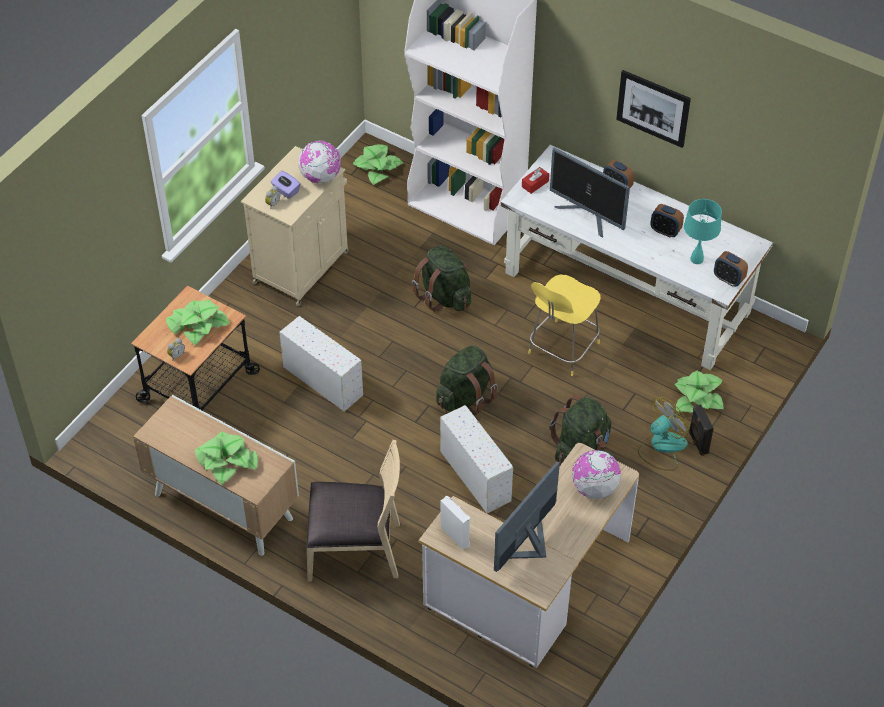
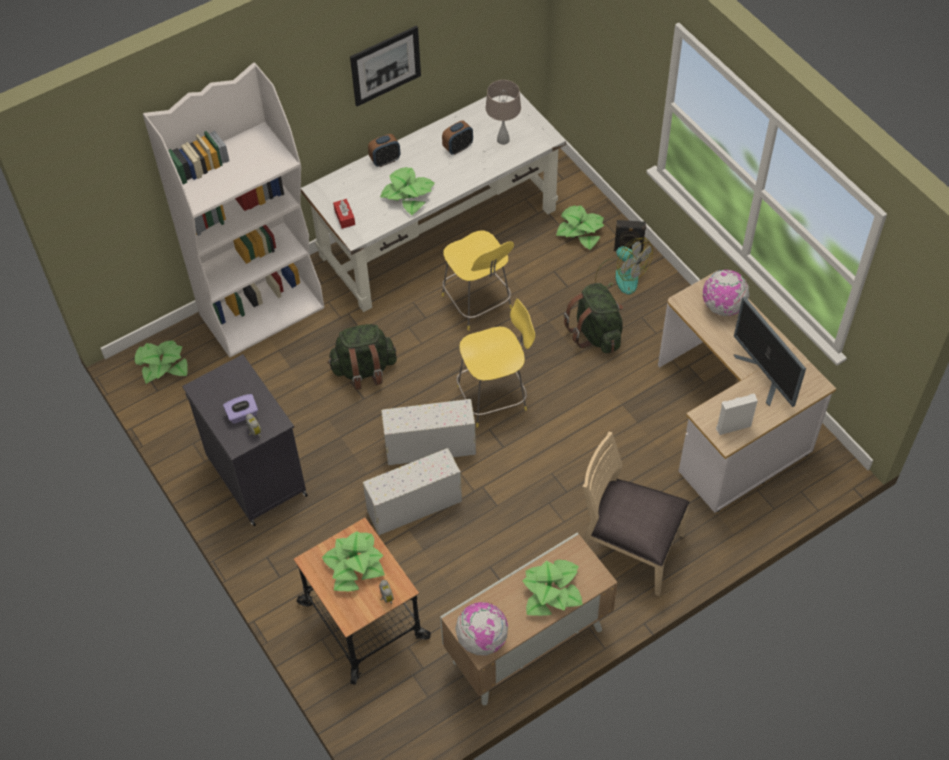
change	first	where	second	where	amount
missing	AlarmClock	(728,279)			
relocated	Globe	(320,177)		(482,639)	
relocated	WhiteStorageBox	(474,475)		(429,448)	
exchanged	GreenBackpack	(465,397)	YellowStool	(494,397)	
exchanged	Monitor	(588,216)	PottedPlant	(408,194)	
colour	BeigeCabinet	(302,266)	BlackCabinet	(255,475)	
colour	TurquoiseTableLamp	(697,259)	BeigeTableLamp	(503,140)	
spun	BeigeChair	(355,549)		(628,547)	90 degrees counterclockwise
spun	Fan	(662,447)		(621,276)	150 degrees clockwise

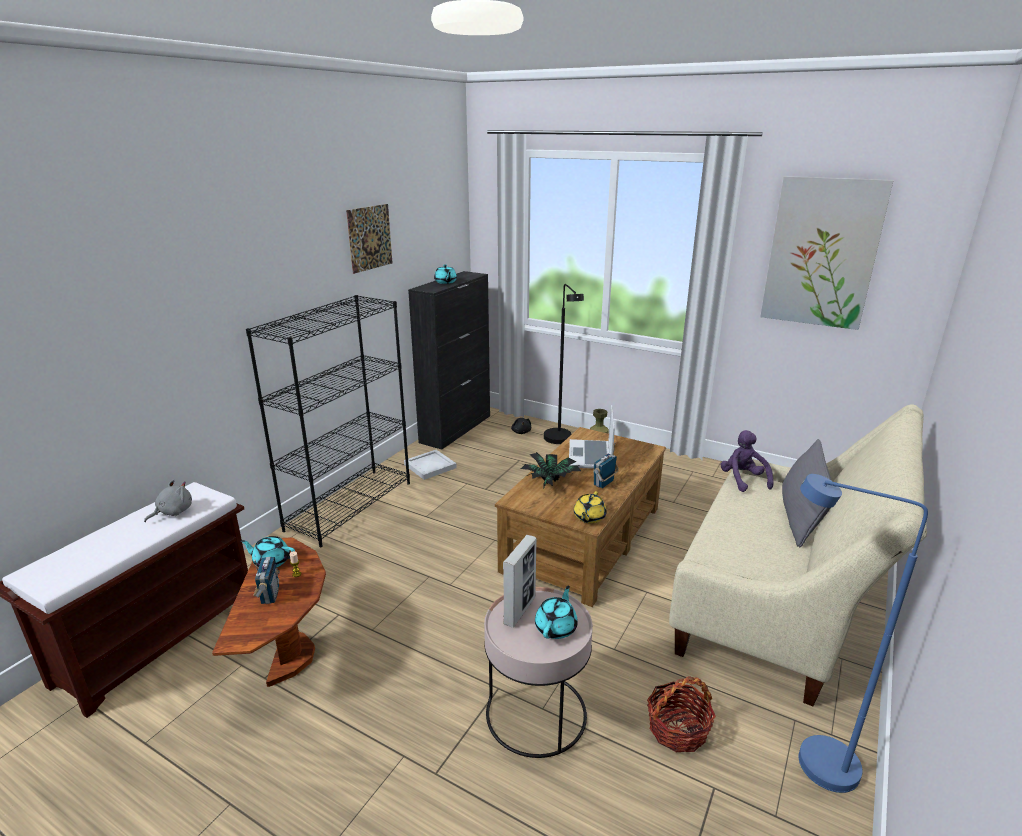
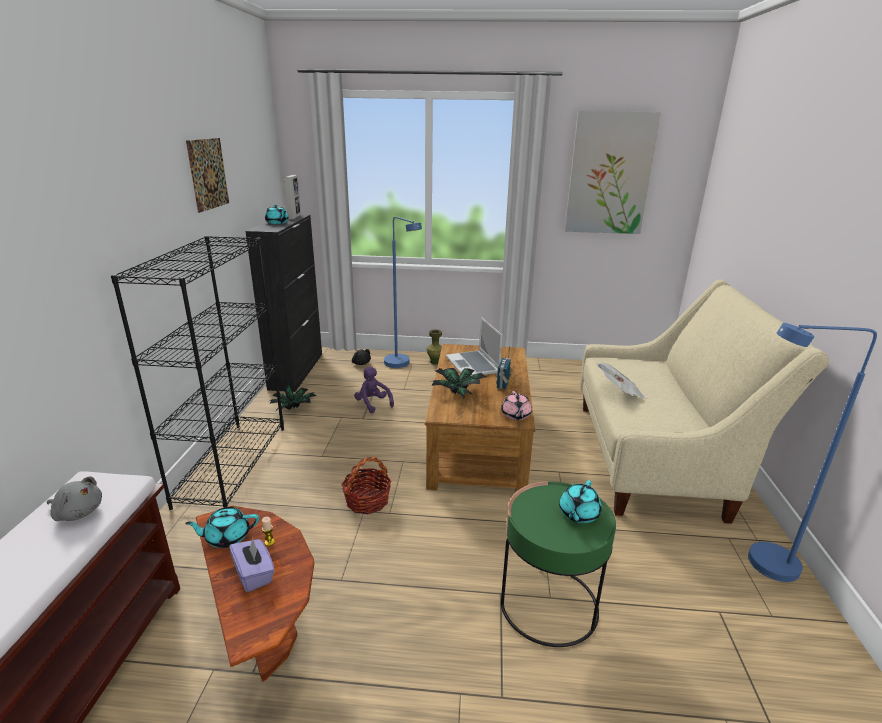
change	first	where	second	where	amount
missing	GreyPillow	(801,515)			
appeared			Newspaper	(619,393)	
relocated	PictureFrame	(519,610)		(294,217)	
relocated	Basket	(677,729)		(367,501)	
relocated	PurplePlushToy	(743,480)		(373,404)	
exchanged	Radio	(269,595)	PurpleTissueBox	(254,574)	
exchanged	WhiteTray	(430,466)	PottedPlant	(294,409)	
colour	PinkSideTable	(536,714)	GreenSideTable	(548,604)	
colour	BlackFloorLamp	(560,441)	BlueFloorLamp	(401,365)	
colour	YellowTeapot	(589,517)	PinkTeapot	(515,415)	
spun	GreyPlushToy	(173,512)		(78,512)	90 degrees clockwise
spun	TurquoiseTeapot	(556,627)		(578,514)	150 degrees counterclockwise

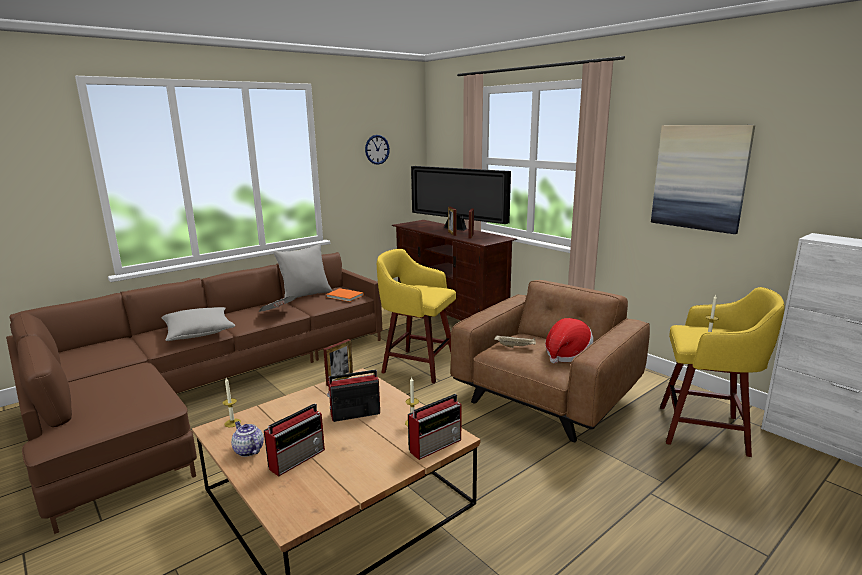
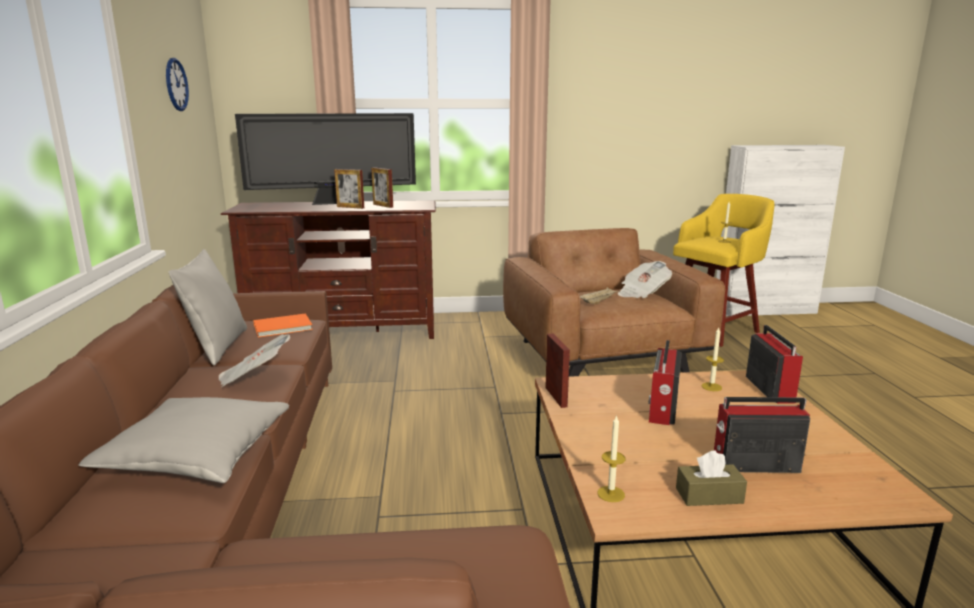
change	first	where	second	where	amount
missing	YellowStool	(417,365)			
missing	Picture	(700,177)			
exchanged	Teapot	(248,450)	BrownTissueBox	(709,495)	
exchanged	Hat	(566,354)	Newspaper	(642,293)	
spun	Radio	(298,458)		(754,465)	75 degrees counterclockwise

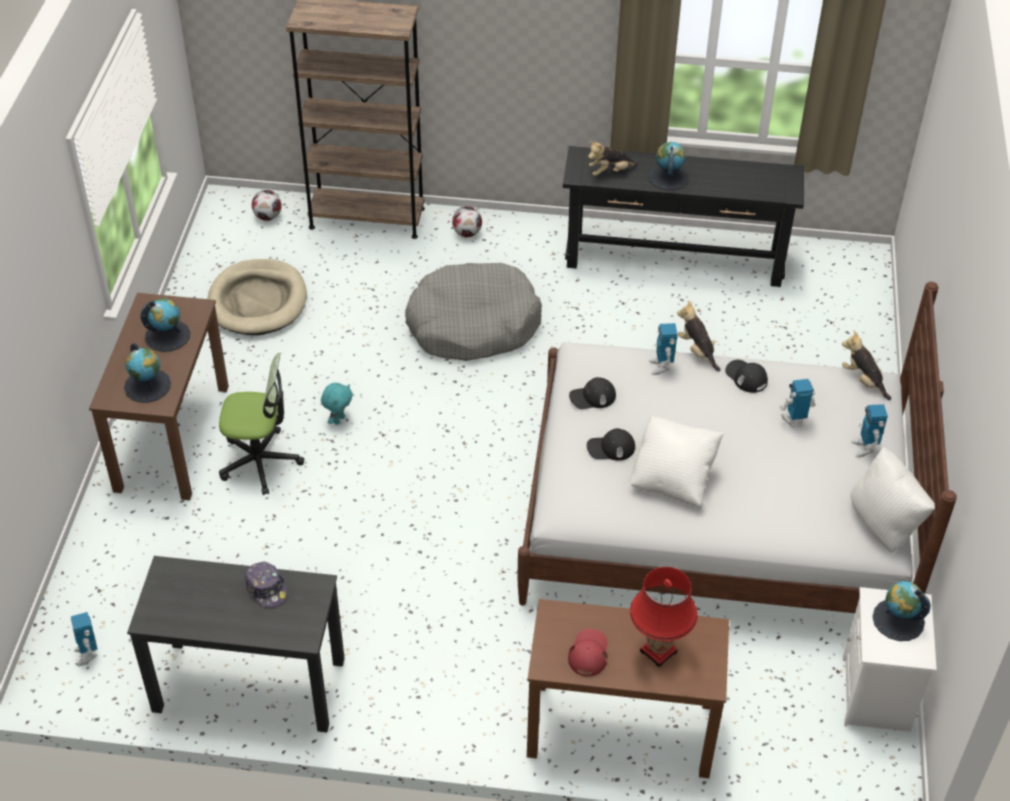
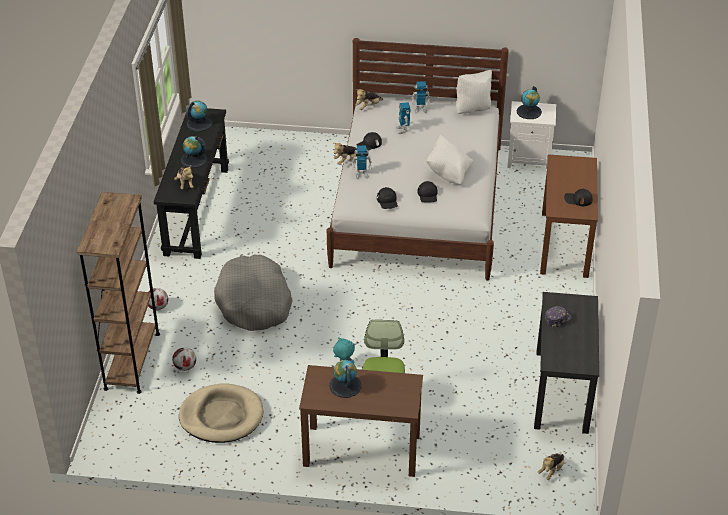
change	first	where	second	where	amount
missing	RedTableLamp	(658,651)			
relocated	Globe	(147,385)		(199,123)	
relocated	Football	(268,217)		(185,367)	
exchanged	ToyRobot	(87,654)	PlushToy	(551,470)	
colour	RedCap	(588,653)	BlackCap	(578,199)	

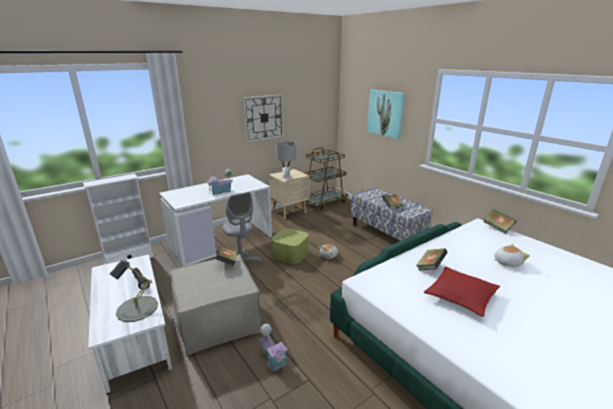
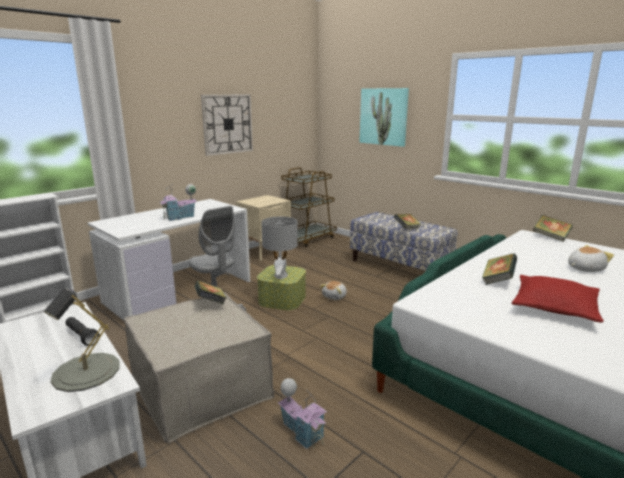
change	first	where	second	where	amount
relocated	GreyTableLamp	(286,177)		(280,276)	

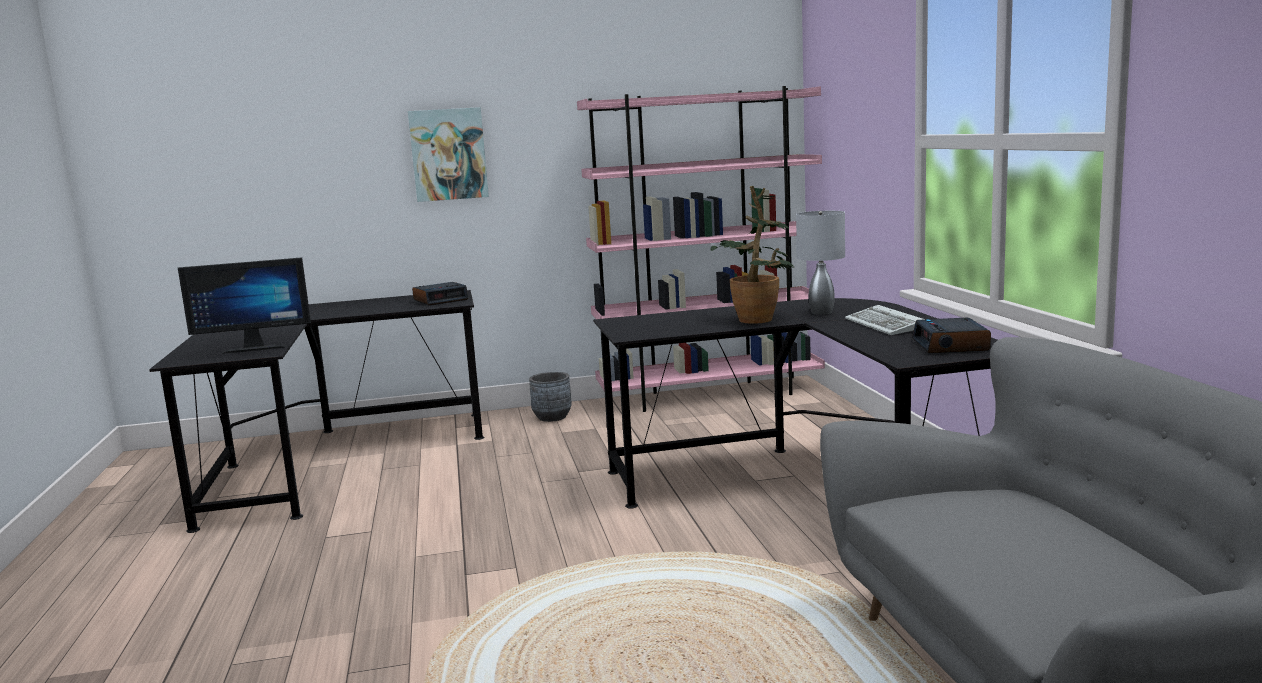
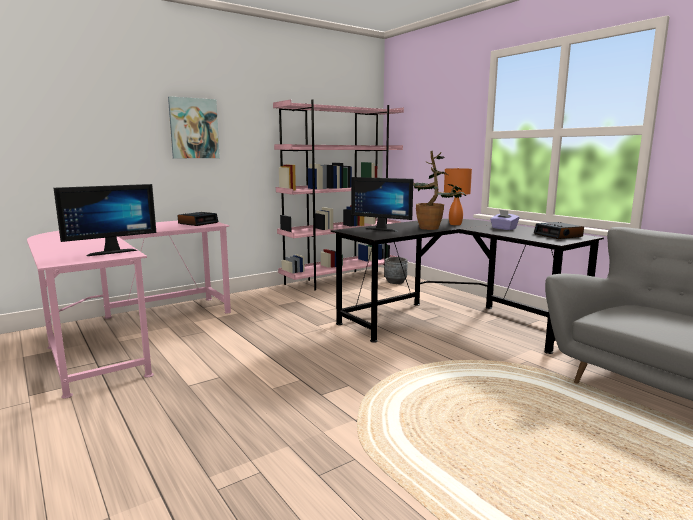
change	first	where	second	where	amount
appeared			Monitor	(383,229)	
relocated	GreyPlanter	(552,417)		(395,282)	
exchanged	Keyboard	(886,325)	PurpleTissueBox	(503,228)	
colour	BlackDesk	(328,458)	PinkDesk	(129,334)	
colour	GreyTableLamp	(820,312)	OrangeTableLamp	(455,224)	

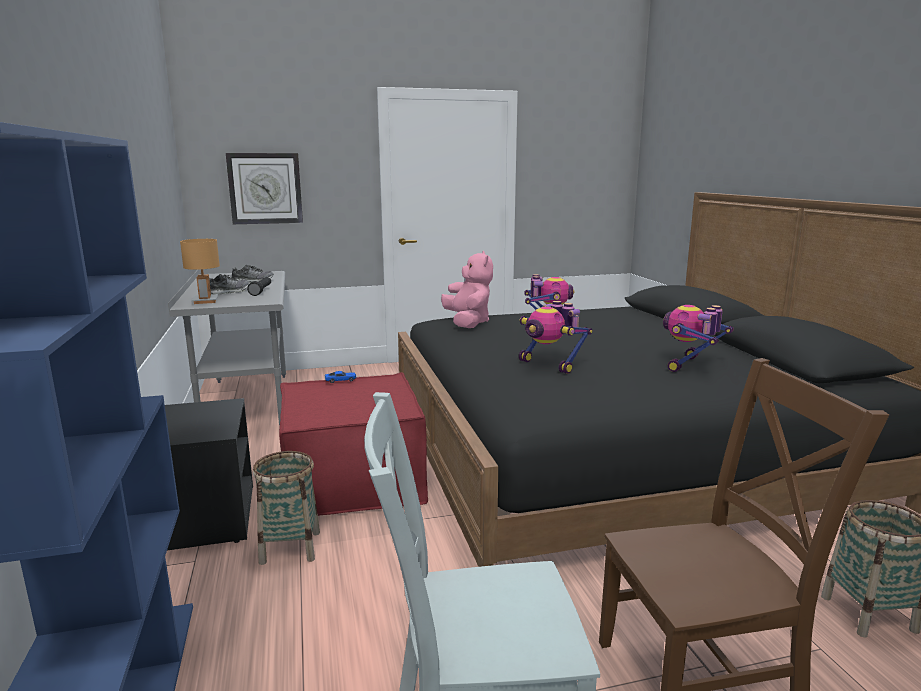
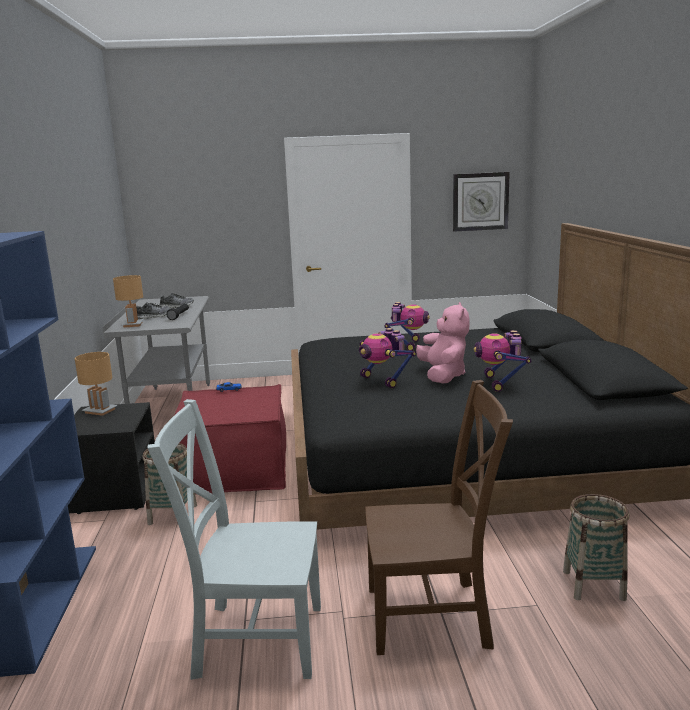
change	first	where	second	where	amount
appeared			BrownTableLamp	(100,411)	
relocated	WallClock	(265,188)		(480,201)	
relocated	PinkPlushToy	(468,323)		(443,376)	
spun	ToyRobot	(691,366)		(500,383)	45 degrees counterclockwise

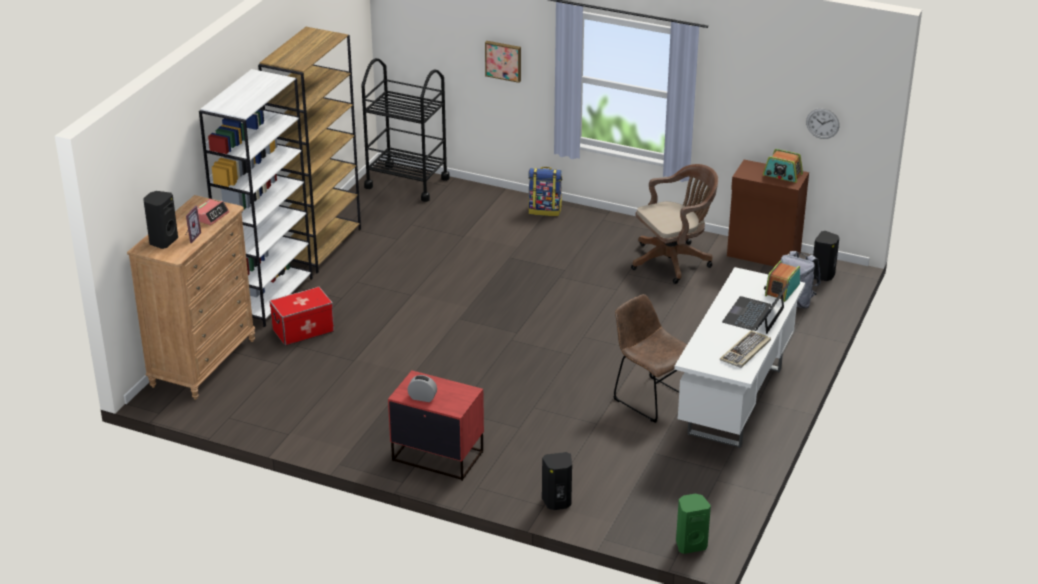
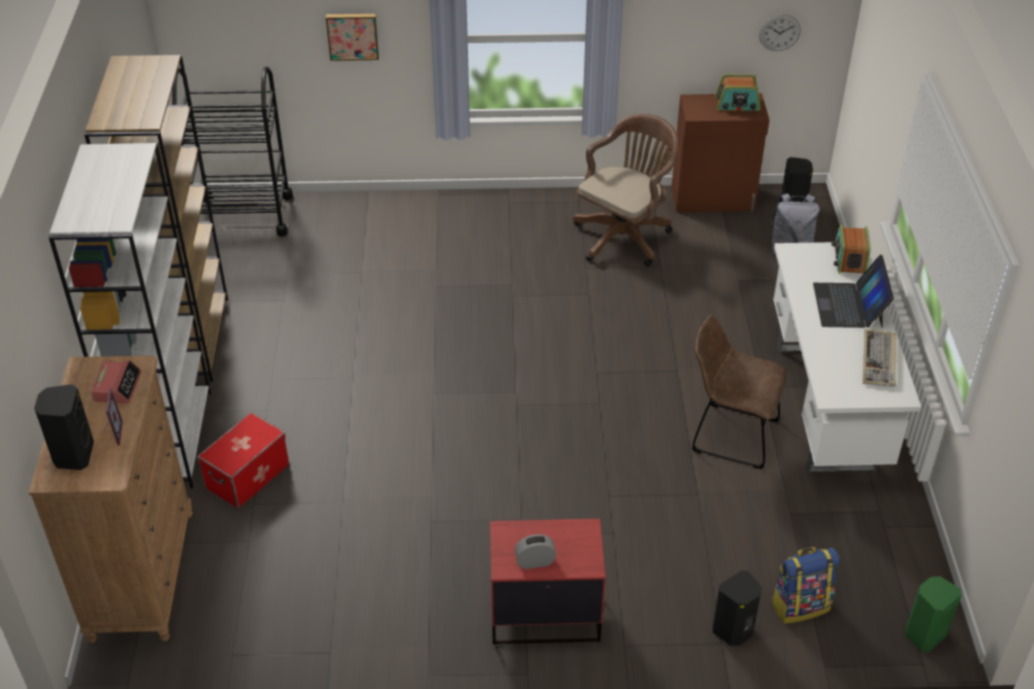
change	first	where	second	where	amount
relocated	Backpack	(545,210)		(800,605)	

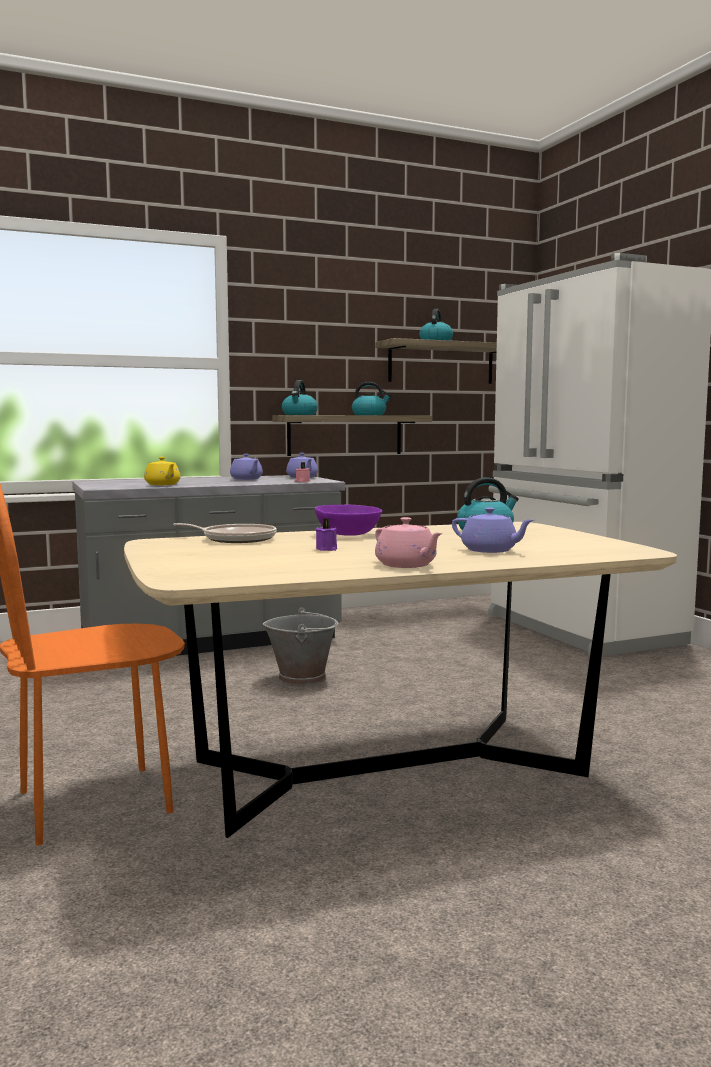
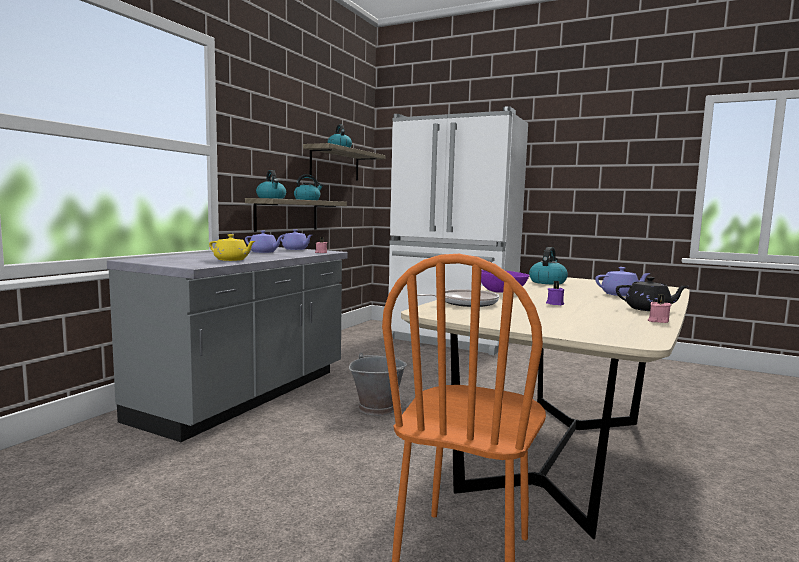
change	first	where	second	where	amount
appeared			PinkCandle	(657,321)	
colour	PinkTeapot	(406,565)	BlackTeapot	(649,309)	

